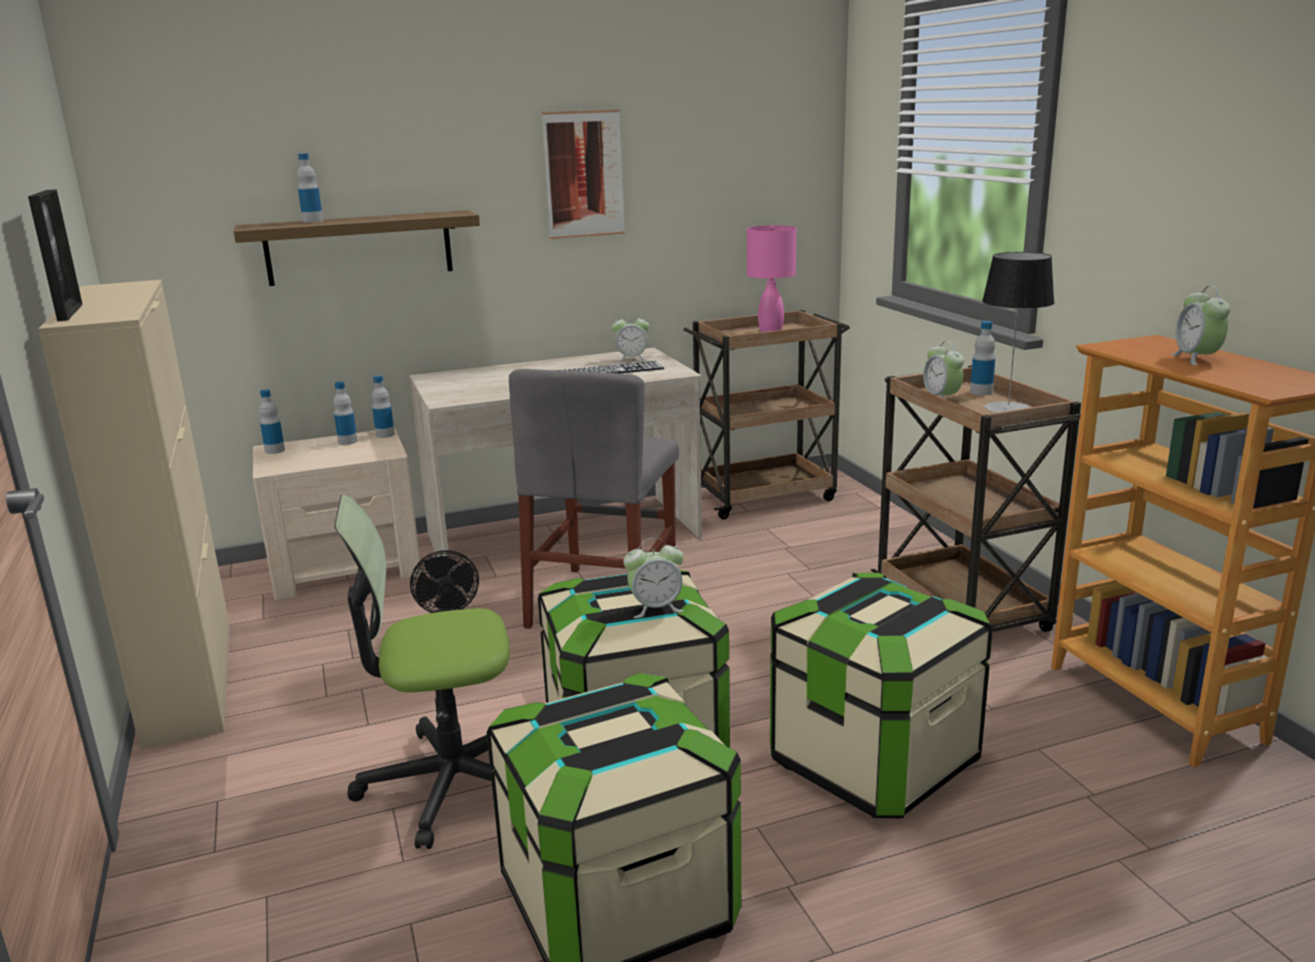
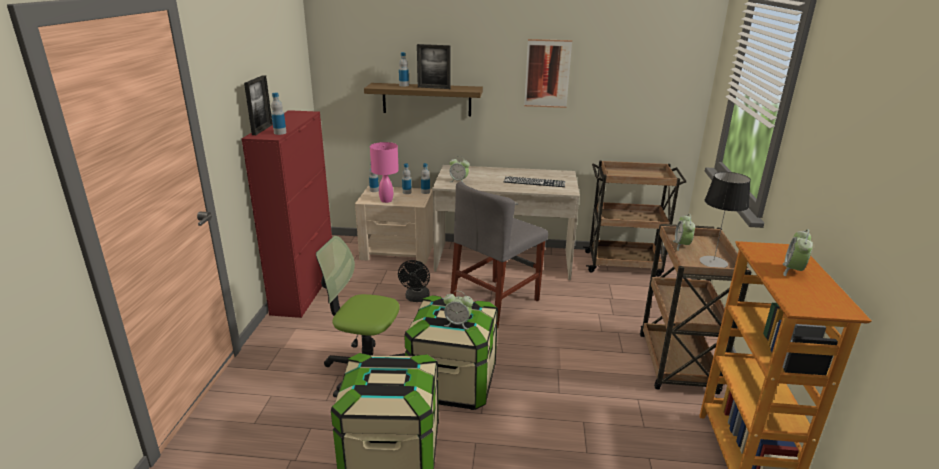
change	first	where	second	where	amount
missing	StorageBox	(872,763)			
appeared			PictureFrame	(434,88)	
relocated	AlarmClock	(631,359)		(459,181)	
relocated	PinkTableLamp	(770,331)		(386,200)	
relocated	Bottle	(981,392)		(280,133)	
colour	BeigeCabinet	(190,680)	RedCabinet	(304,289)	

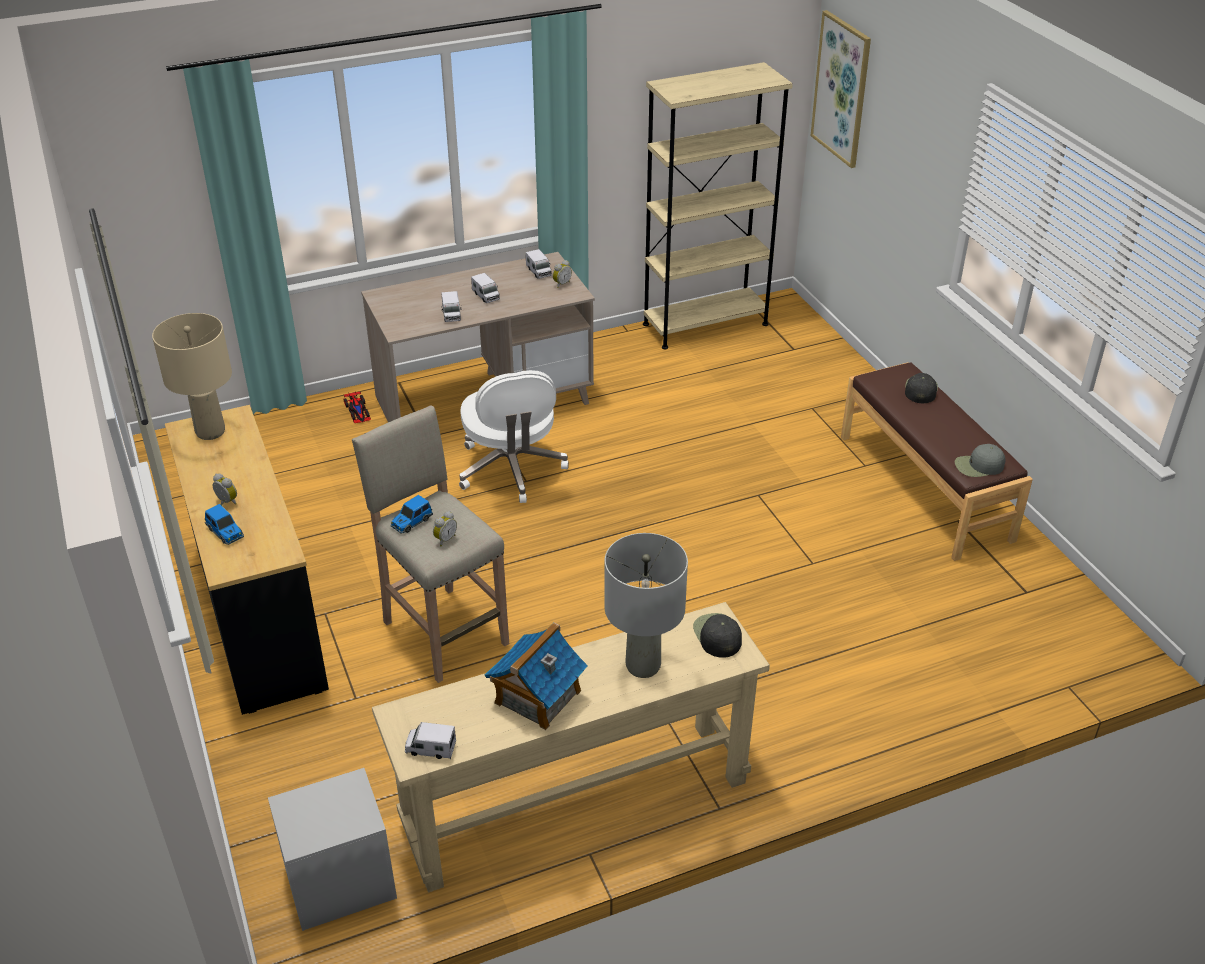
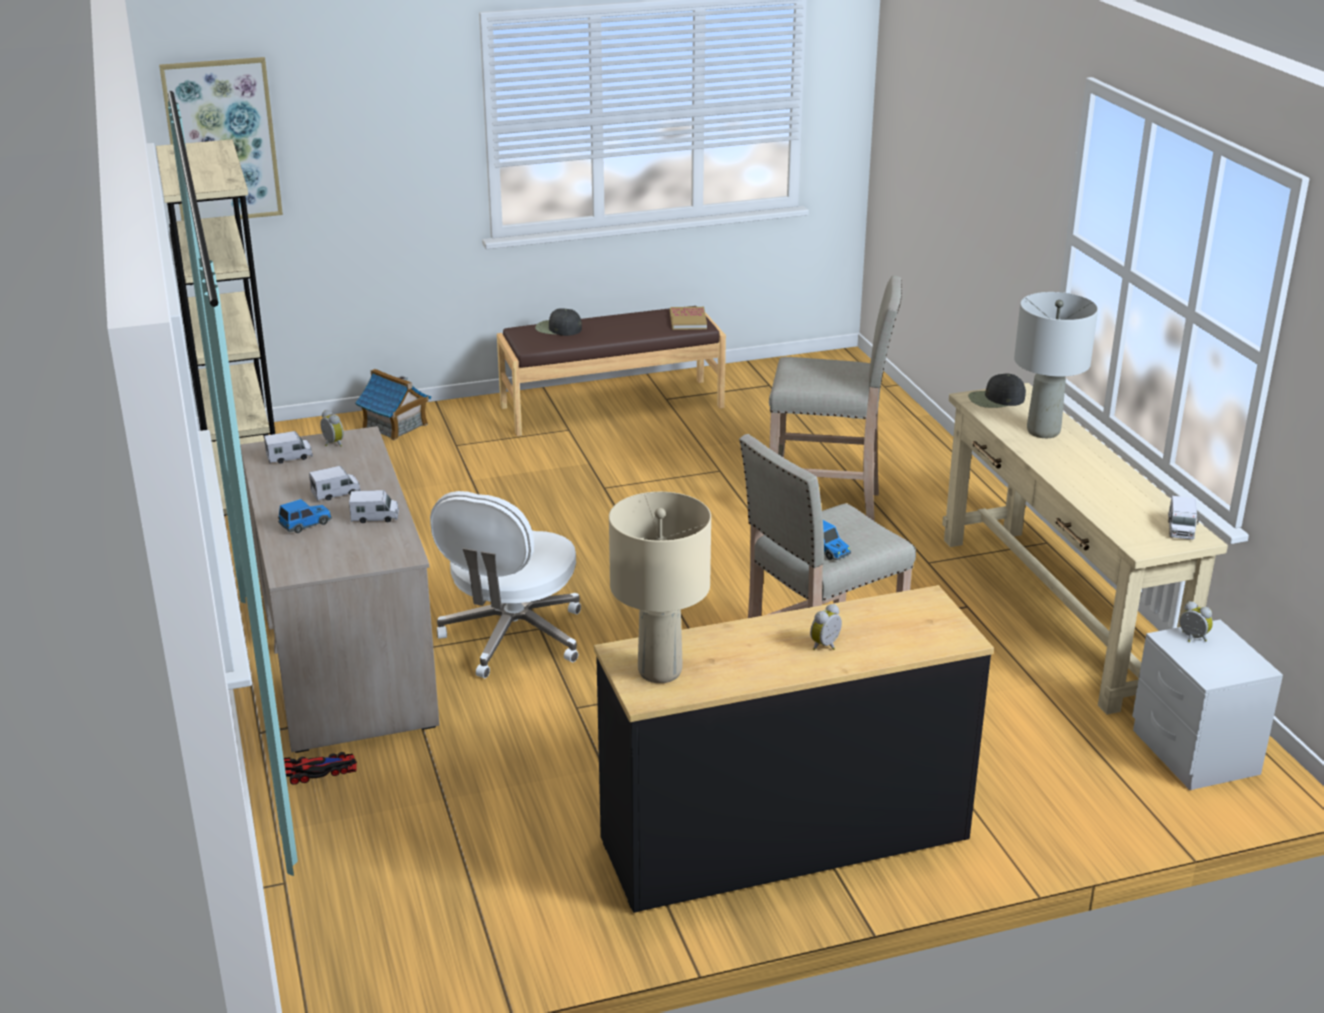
change	first	where	second	where	amount
appeared			BeigeStool	(827,508)	
relocated	ToyCar	(225,532)		(306,524)	
relocated	AlarmClock	(444,539)		(1192,638)	
relocated	ToyHouse	(537,697)		(395,426)	
exchanged	GreyCap	(978,466)	Book	(688,320)	
spun	WhiteOfficeChair	(511,469)		(512,638)	120 degrees clockwise

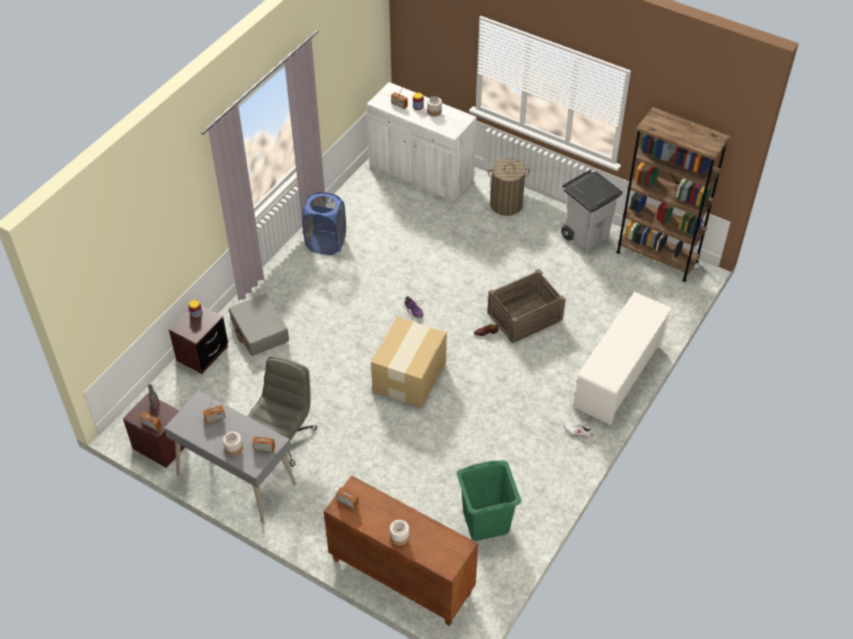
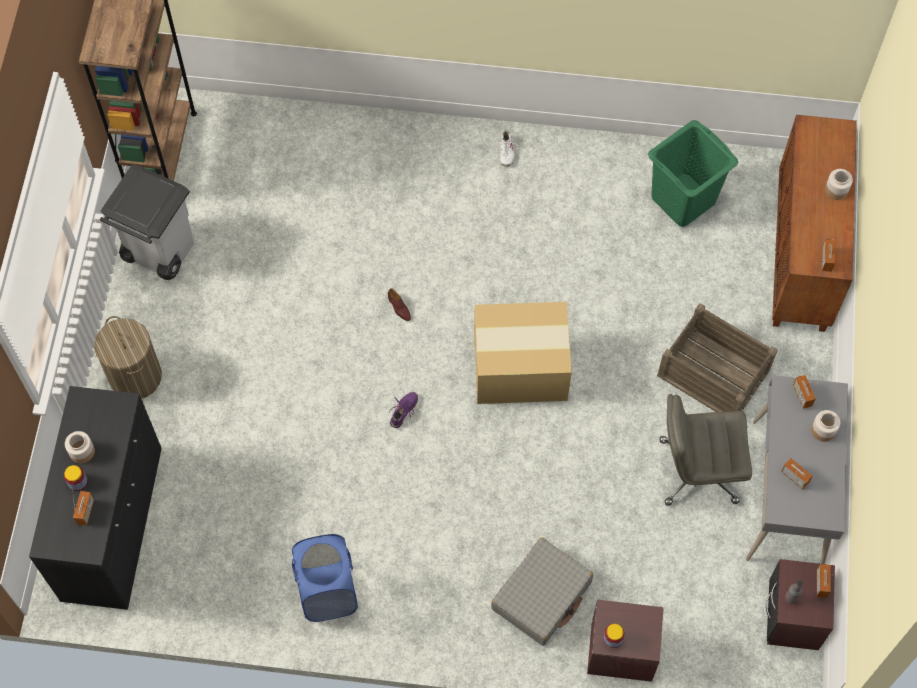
change	first	where	second	where	amount
missing	WhiteShoeRack	(618,376)			
relocated	Crate	(525,316)		(713,372)	
colour	WhiteCabinet	(421,173)	BlackCabinet	(113,524)	

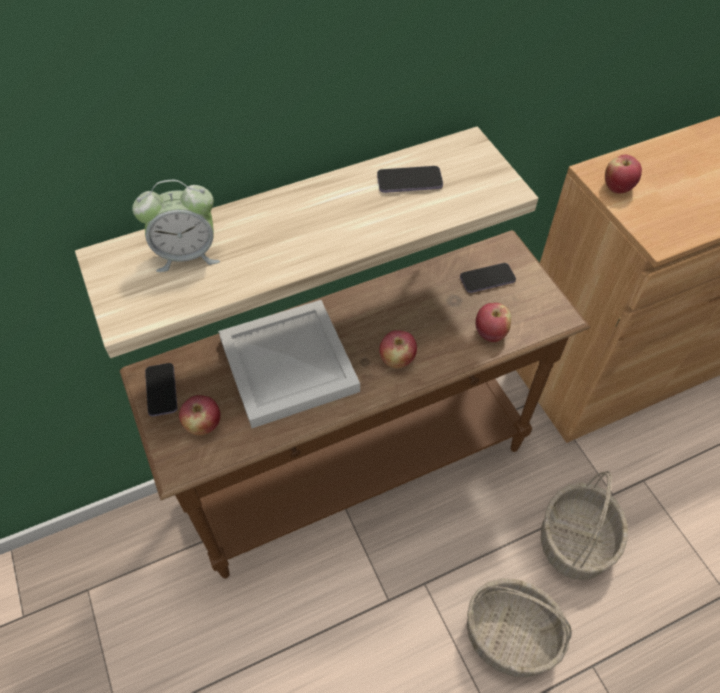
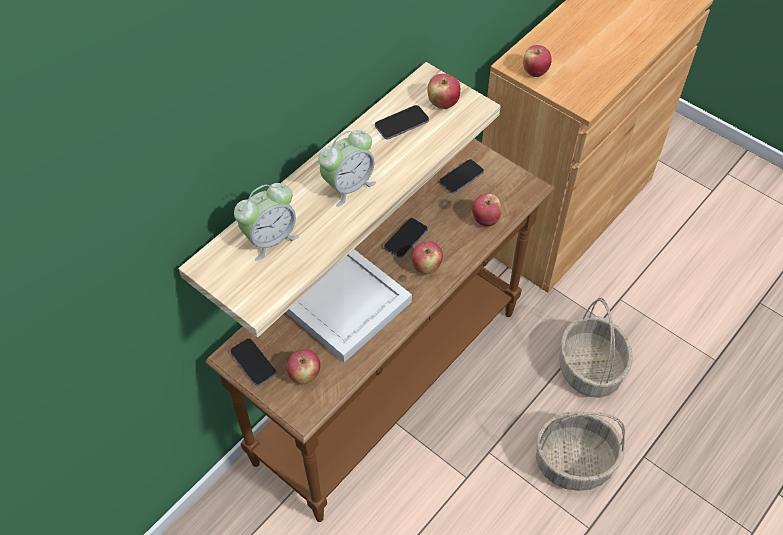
change	first	where	second	where	amount
appeared			AlarmClock	(348,186)	
appeared			Phone	(405,239)	
appeared			Apple	(443,103)	

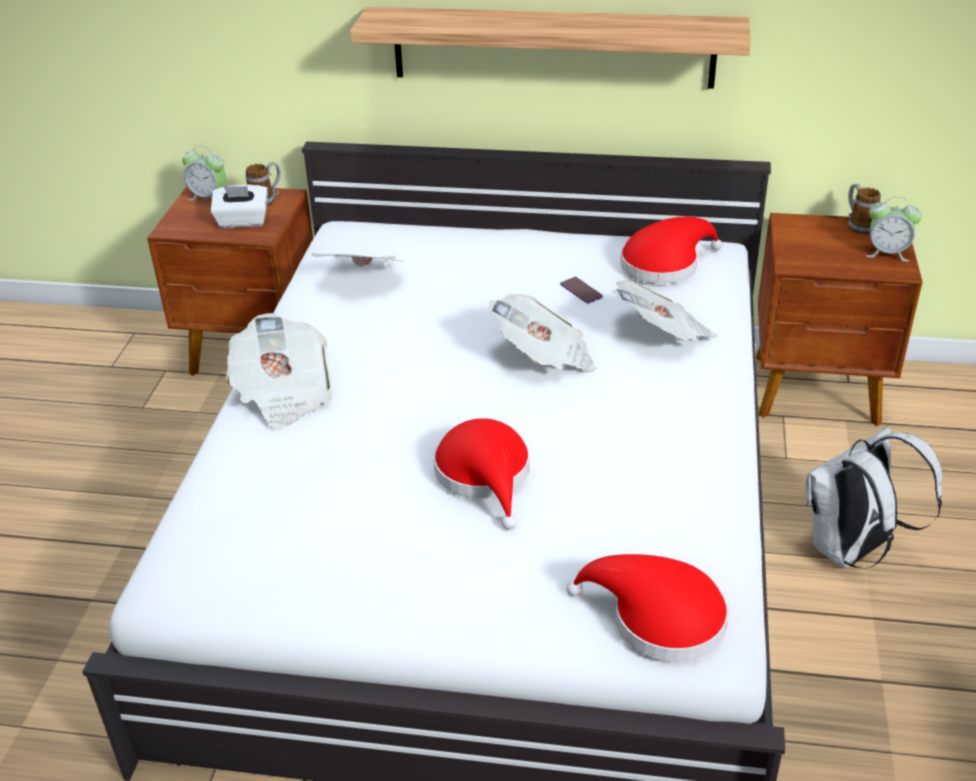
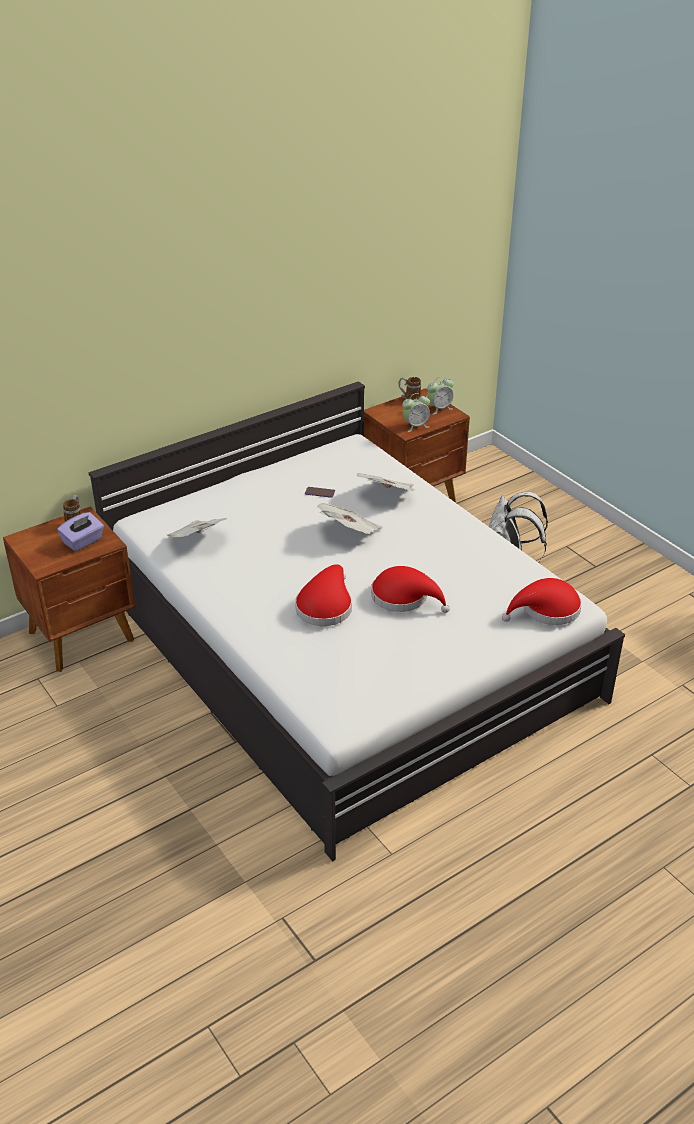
change	first	where	second	where	amount
missing	Newspaper	(283,394)			
missing	Shelf	(553,47)			
relocated	AlarmClock	(209,197)		(415,426)	
relocated	RedHat	(664,264)		(325,606)	
colour	WhiteTissueBox	(242,221)	PurpleTissueBox	(83,542)	

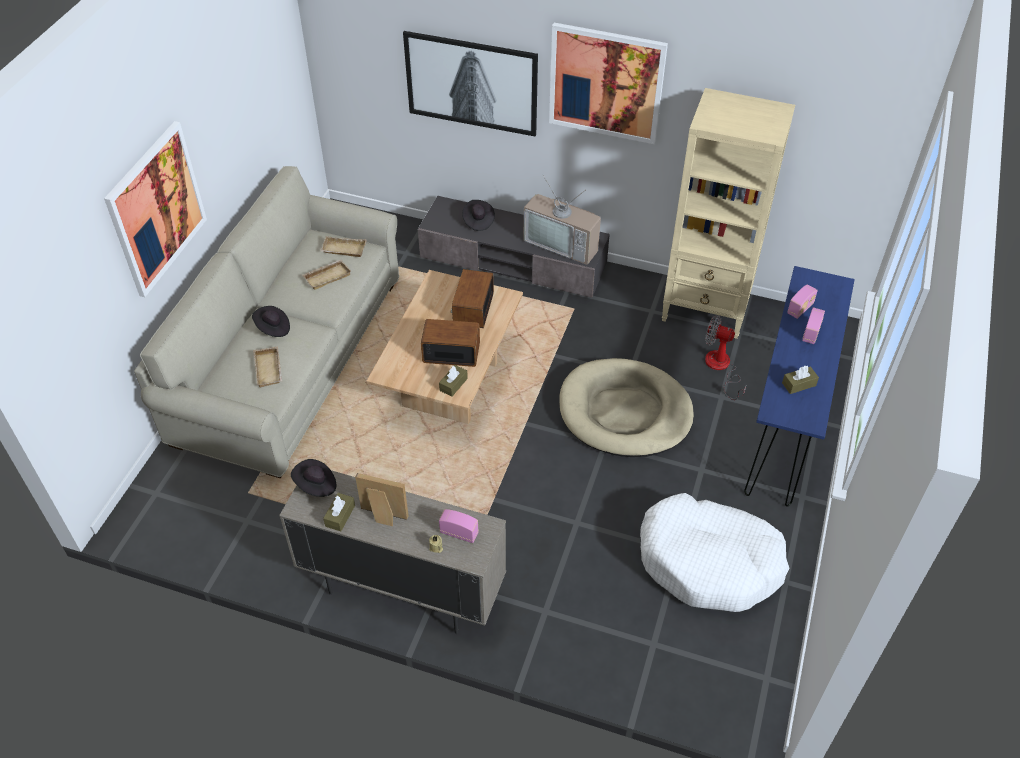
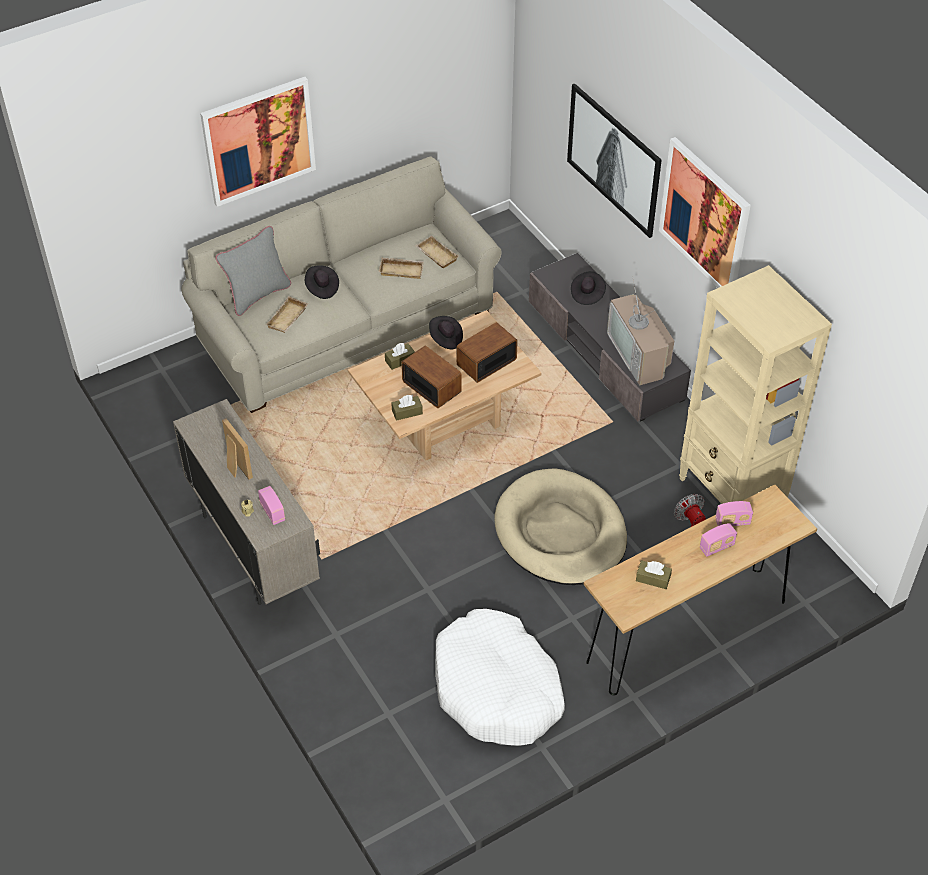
change	first	where	second	where	amount
appeared			GreyPillow	(257,295)	
relocated	BlackHat	(316,485)		(445,339)	
relocated	BrownTissueBox	(340,516)		(400,360)	
colour	BlueConsoleTable	(784,424)	BrownConsoleTable	(687,631)	

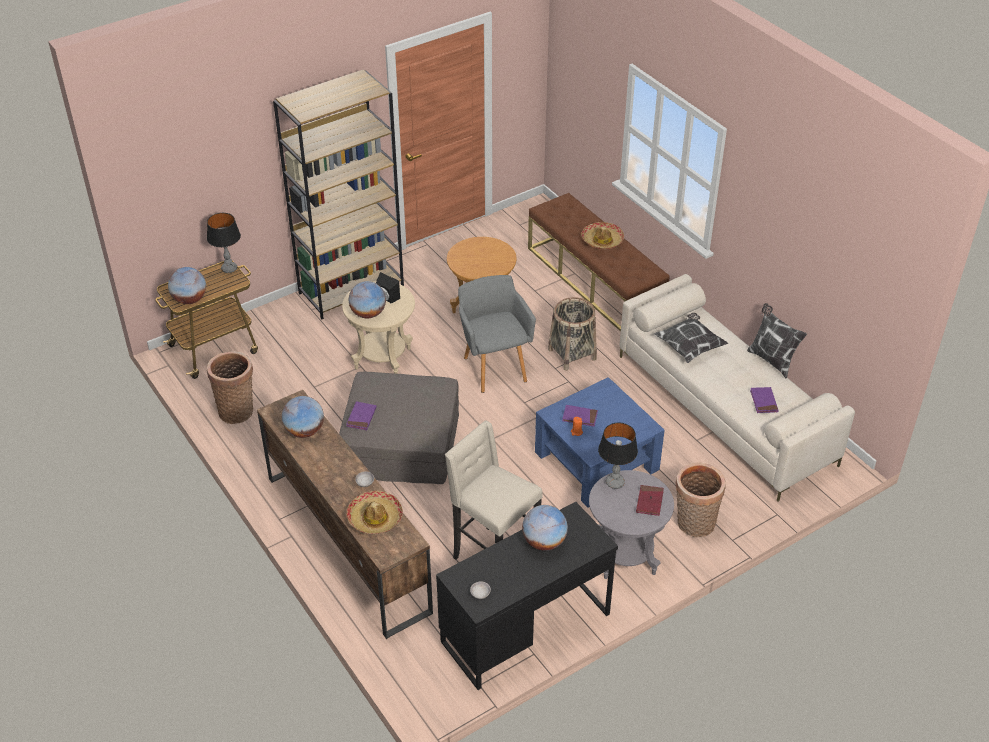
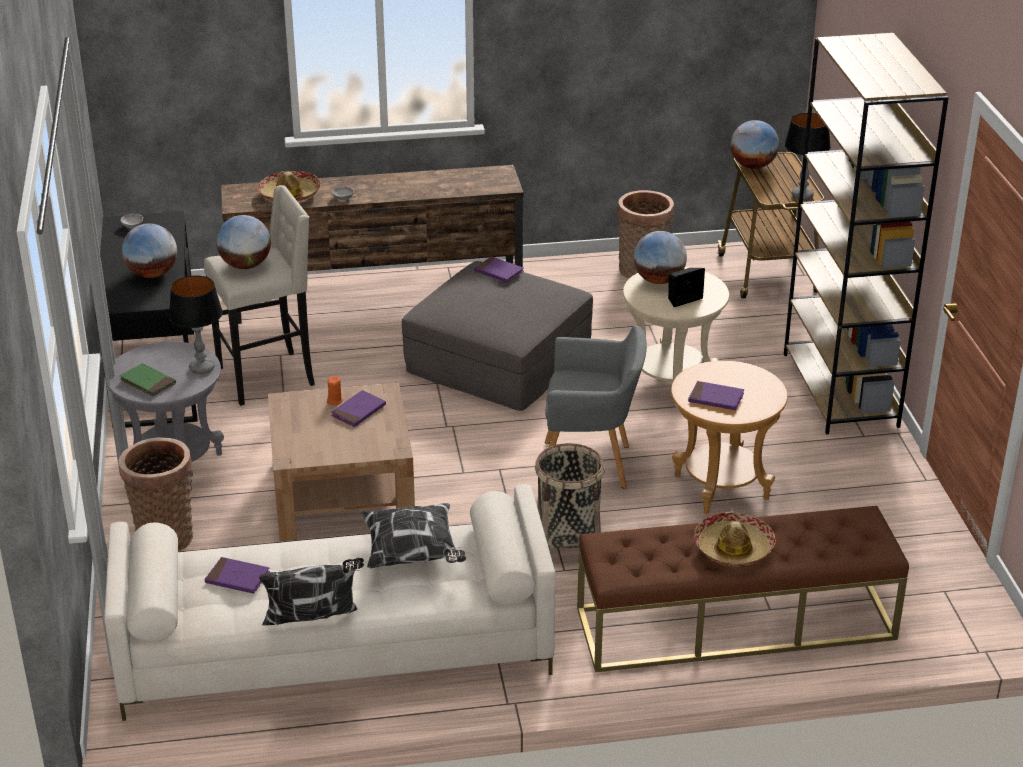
change	first	where	second	where	amount
appeared			PurpleBook	(716,398)	
relocated	Globe	(304,431)		(246,265)	
colour	BlueCoffeeTable	(596,461)	BrownCoffeeTable	(343,494)	
colour	RedBook	(649,502)	GreenBook	(147,382)	

